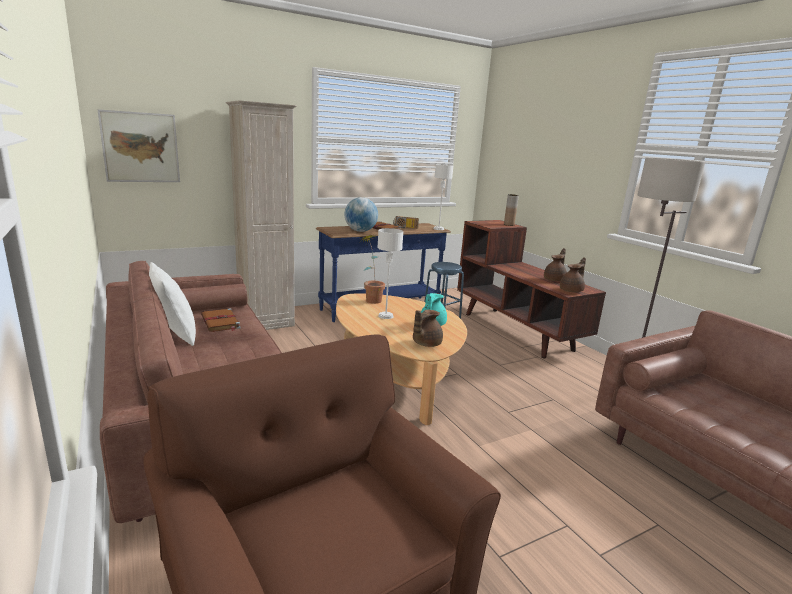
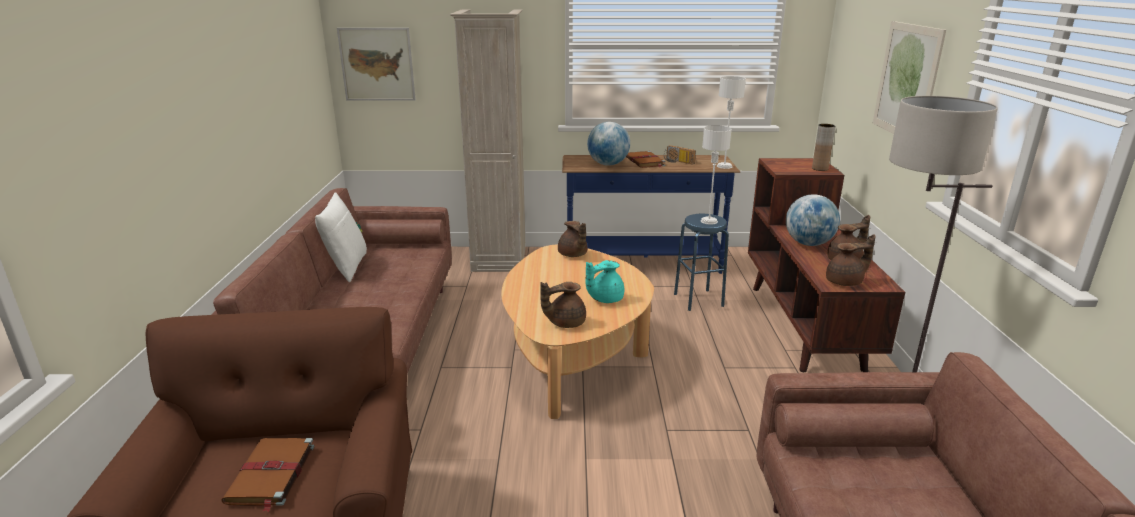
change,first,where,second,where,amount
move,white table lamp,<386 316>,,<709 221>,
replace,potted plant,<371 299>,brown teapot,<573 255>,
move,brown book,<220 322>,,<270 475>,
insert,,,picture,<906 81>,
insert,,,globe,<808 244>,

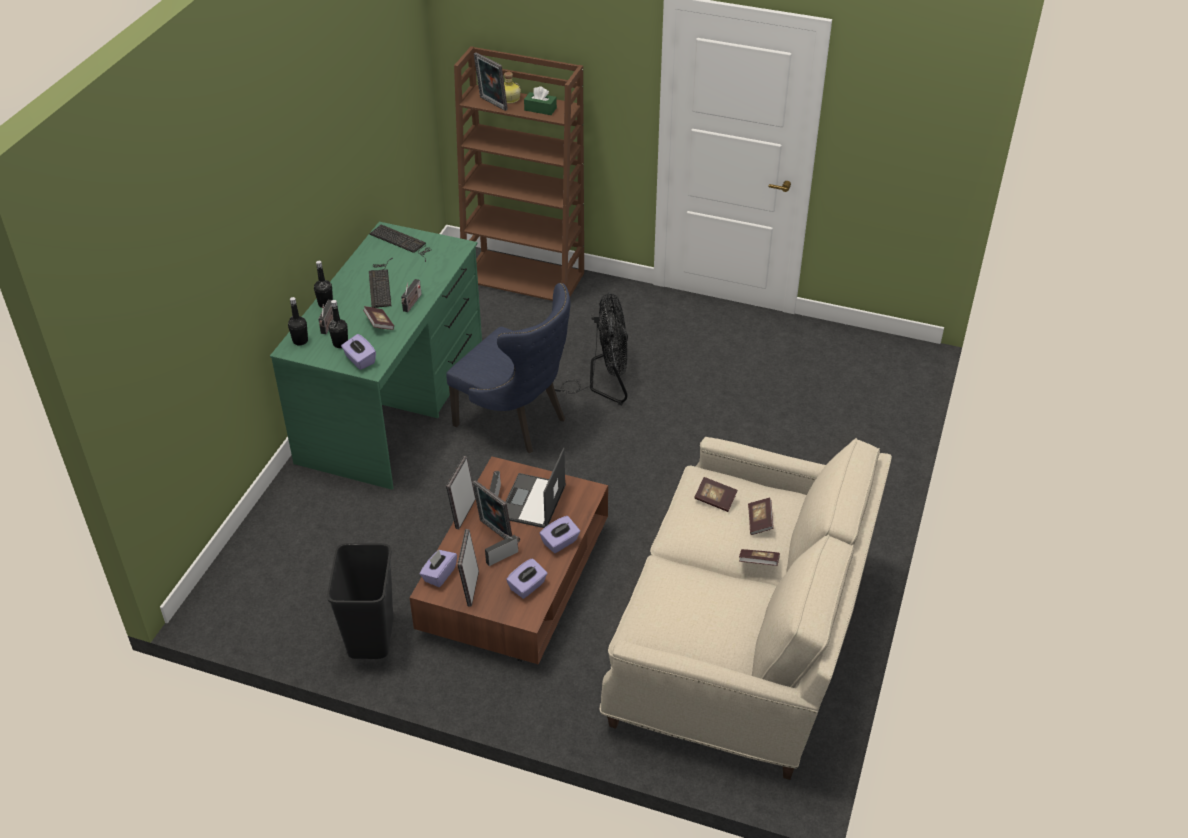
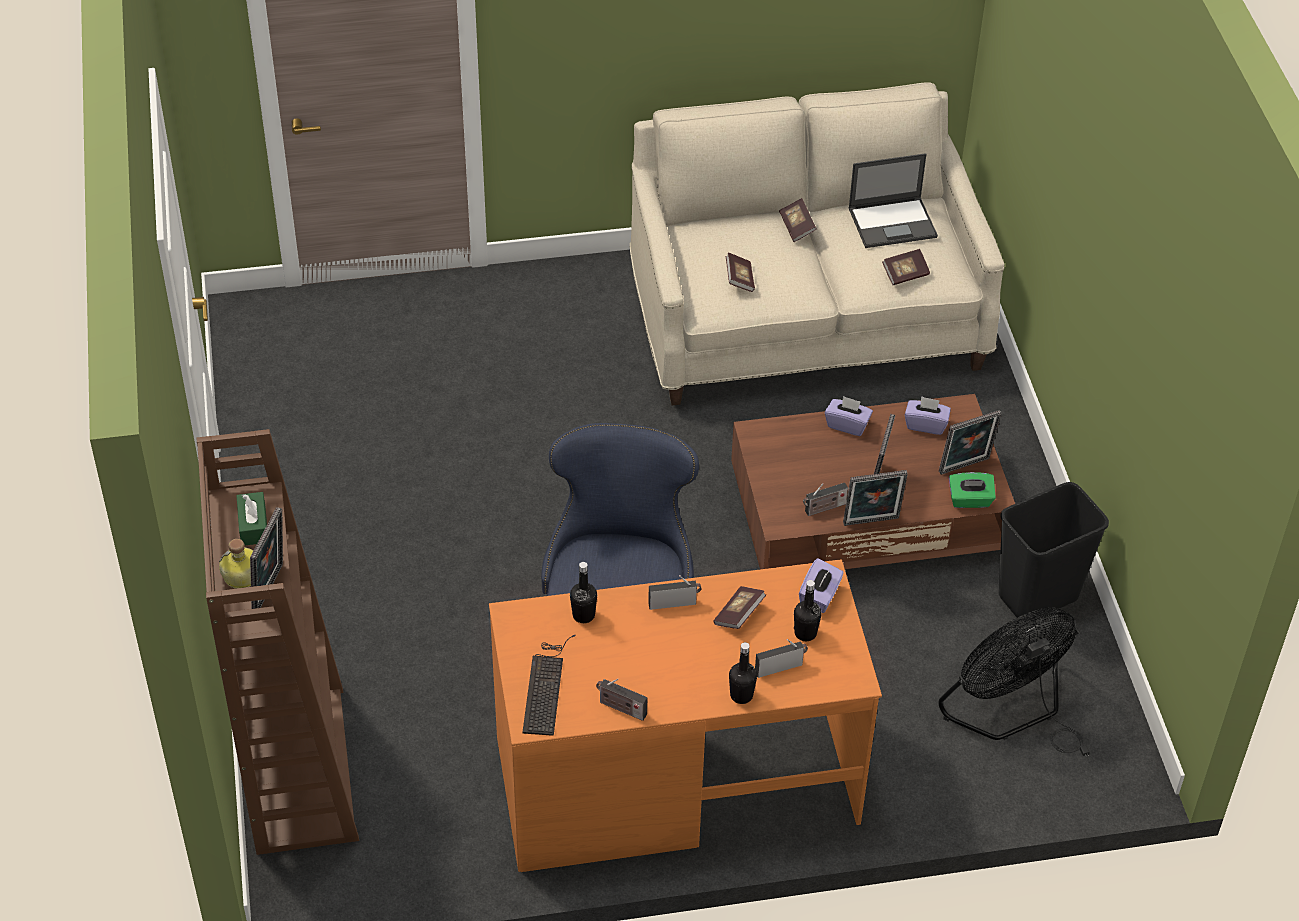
change,first,where,second,where,amount
recolor,green desk,<393 403>,orange desk,<675 779>,
delete,keyboard,<380 284>,,,
move,black fan,<603 378>,,<1019 712>,
move,black bottle,<300 341>,,<583 615>,
move,laptop,<532 502>,,<893 222>,
move,book,<759 522>,,<905 274>,
move,radio,<503 556>,,<620 708>,
recolor,purple tissue box,<439 575>,green tissue box,<970 500>,

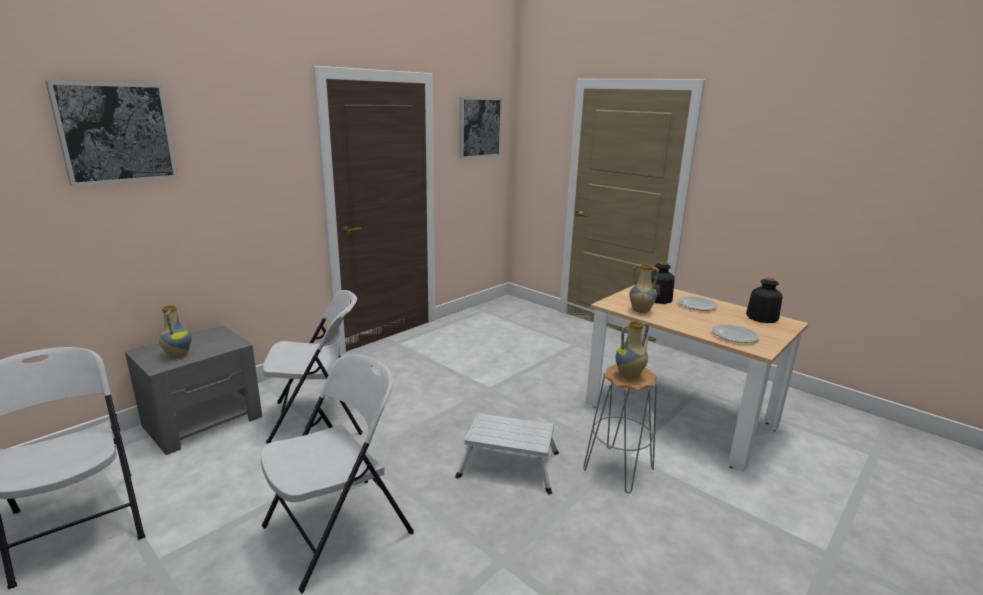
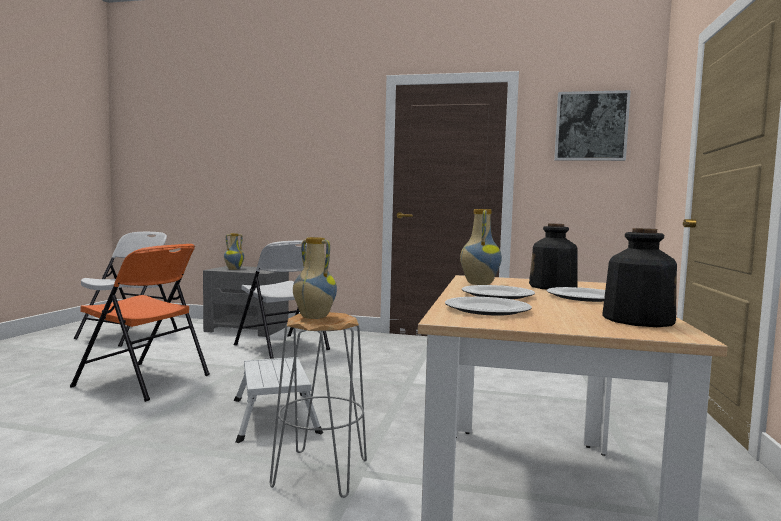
change,first,where,second,where,amount
delete,picture,<116 133>,,,
recolor,white chair,<338 530>,orange chair,<142 381>,
insert,,,plate,<498 295>,

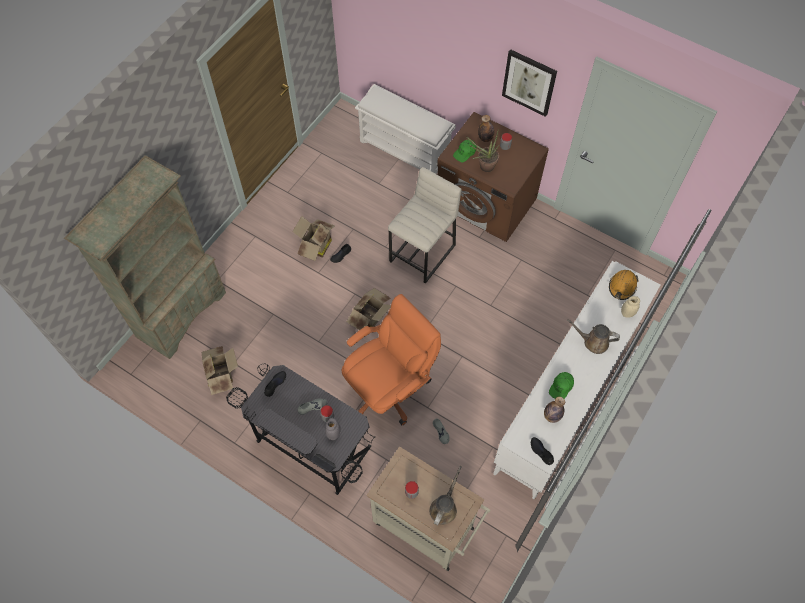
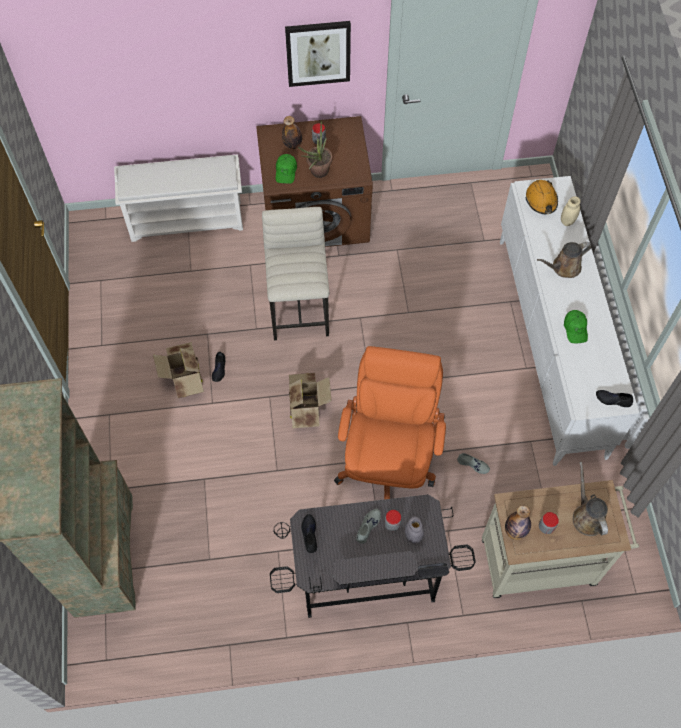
change,first,where,second,where,amount
delete,cardboard box,<222 374>,,,
move,bottle,<551 416>,,<515 531>,

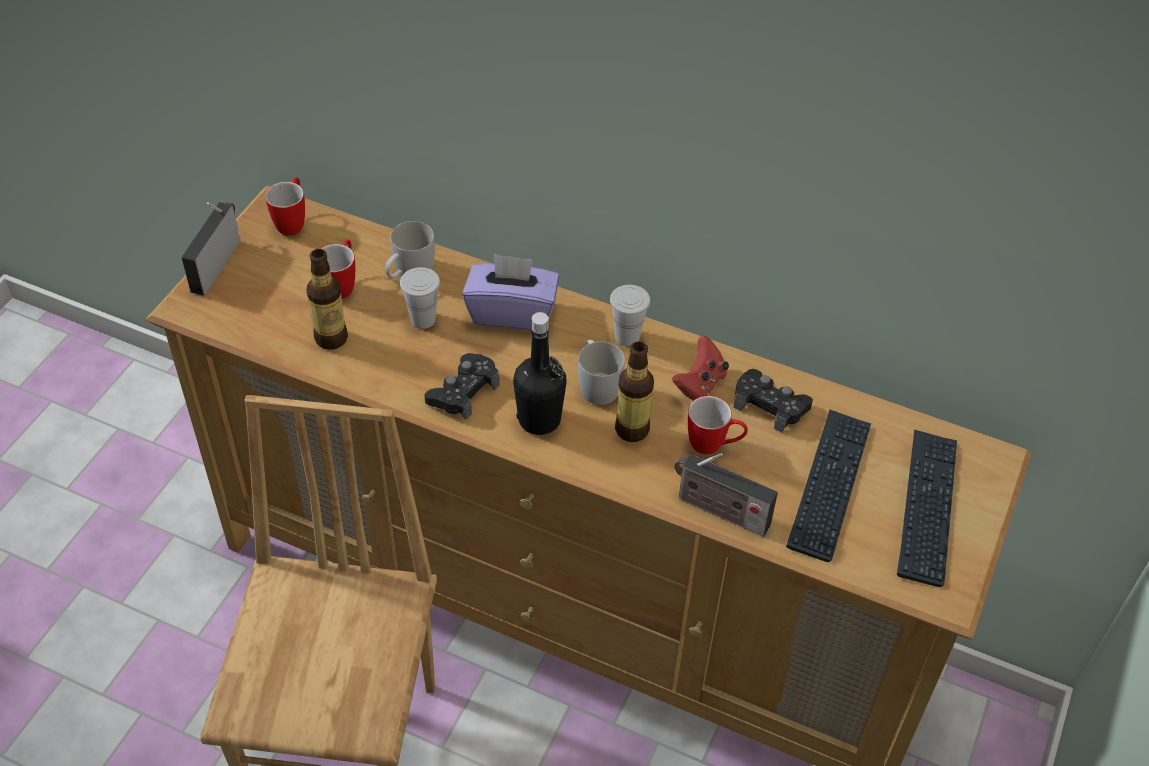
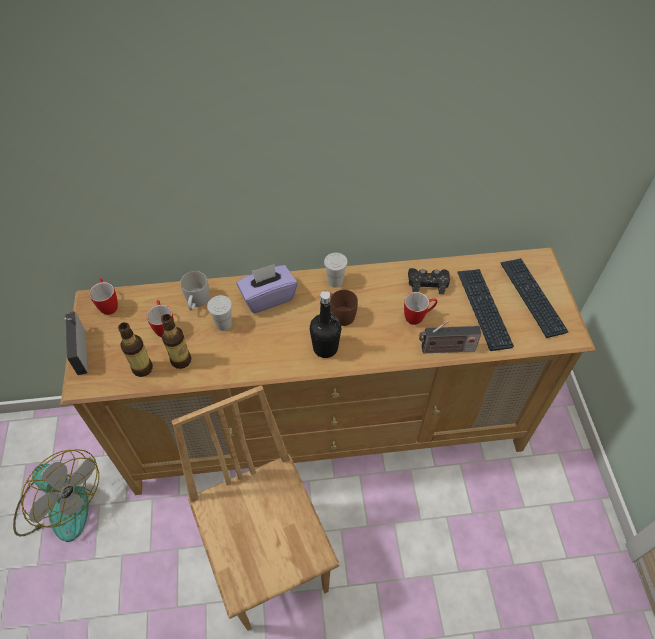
change,first,where,second,where,amount
delete,red game controller,<700 385>,,,
recolor,white mug,<597 384>,brown mug,<339 314>,
move,bottle,<632 429>,,<142 368>,
delete,black game controller,<463 392>,,,
insert,,,fan,<60 504>,

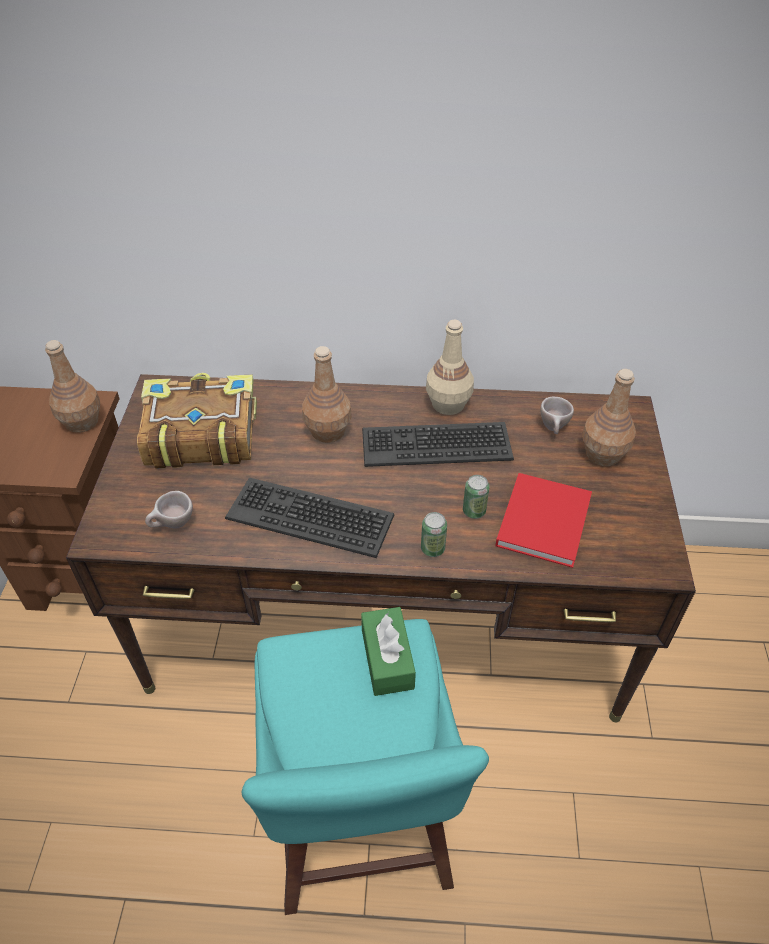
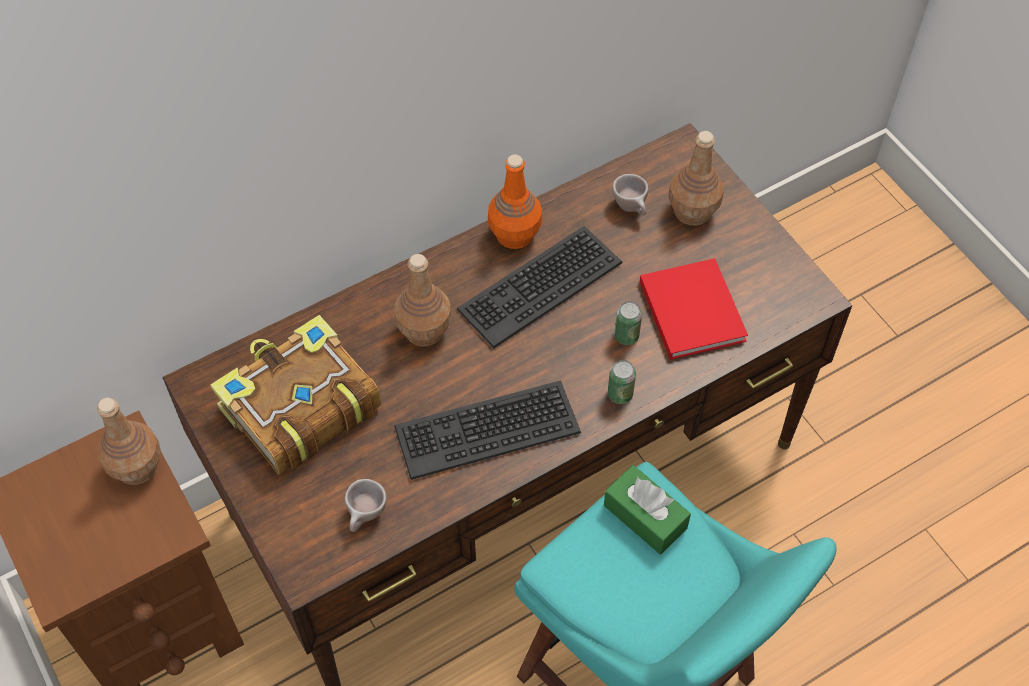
change,first,where,second,where,amount
recolor,beige bottle,<447 404>,orange bottle,<514 234>,

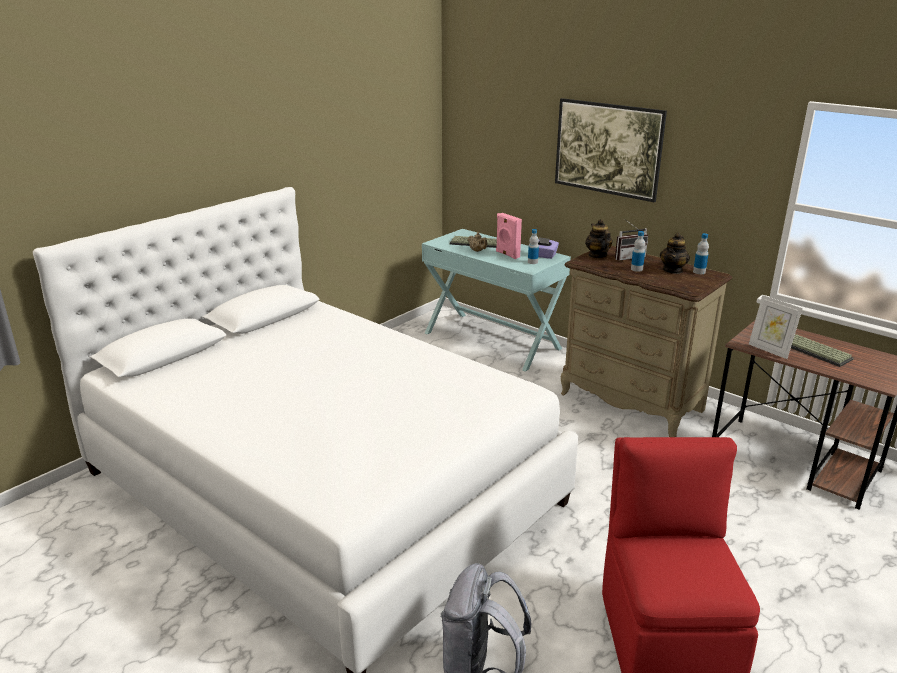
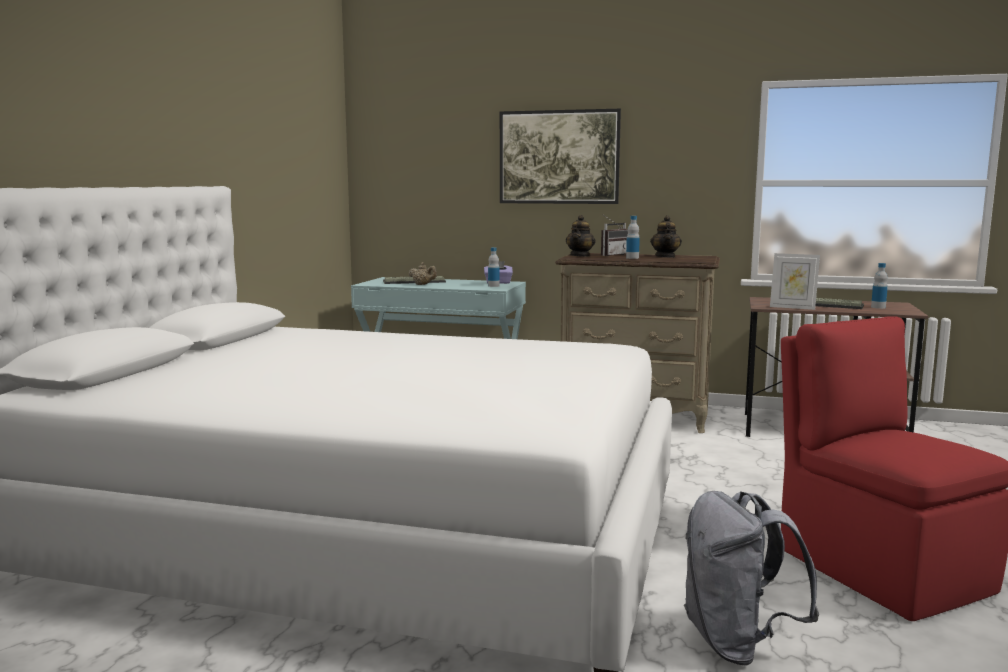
change,first,where,second,where,amount
delete,pink speaker,<507 254>,,,
rotate,teapot,<597 255>,,<580 255>,120 degrees counterclockwise
move,bottle,<699 272>,,<878 307>,

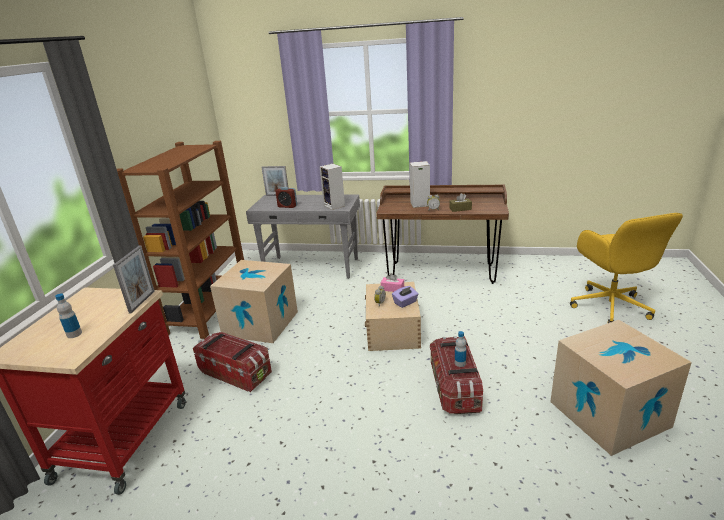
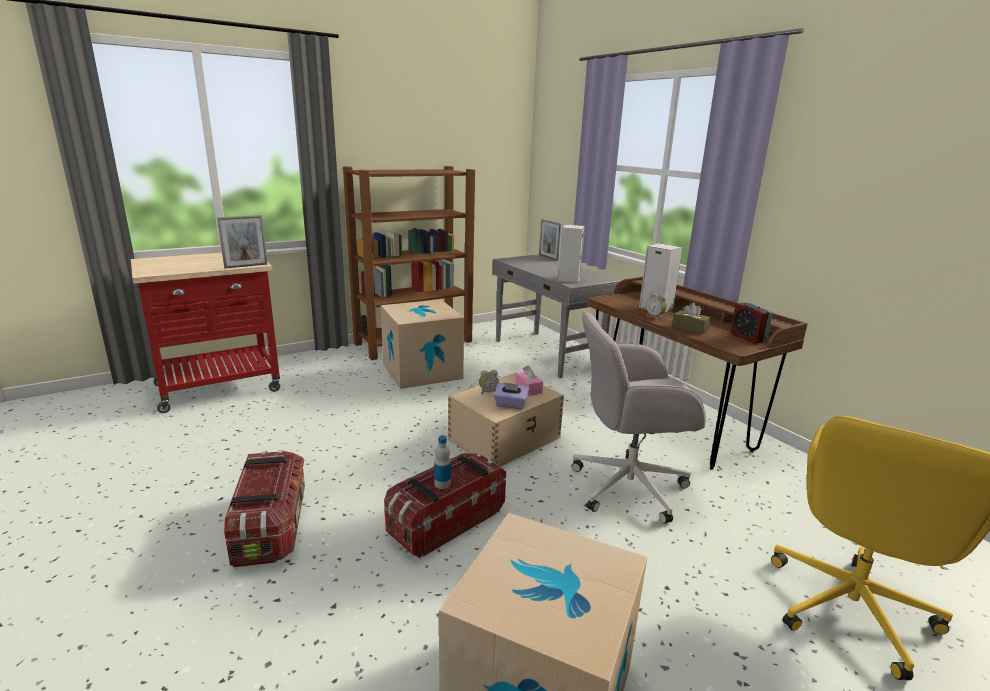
change,first,where,second,where,amount
move,alarm clock,<287 206>,,<747 338>,
delete,bottle,<74 334>,,,
move,storage box,<236 373>,,<271 526>,
insert,,,grey office chair,<627 487>,

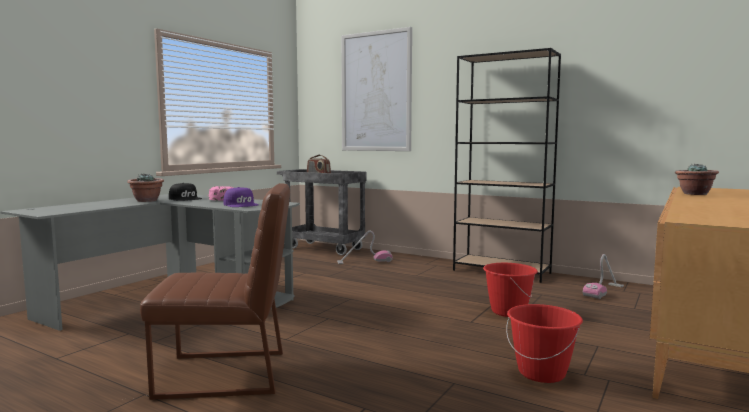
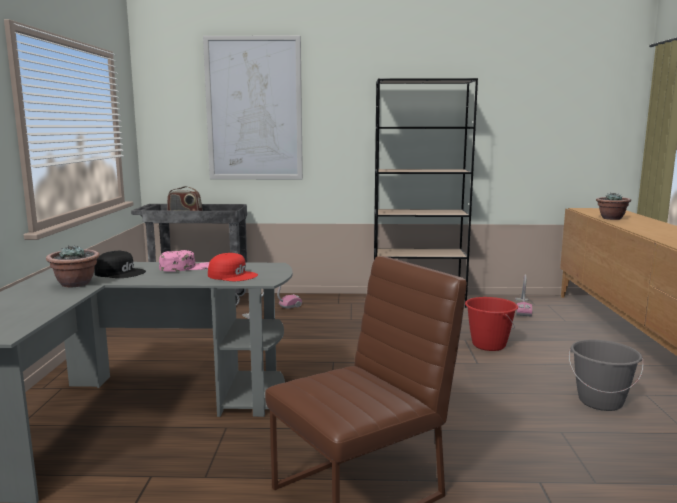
change,first,where,second,where,amount
recolor,purple cap,<241 205>,red cap,<232 275>,
recolor,red bucket,<542 373>,grey bucket,<600 401>,

